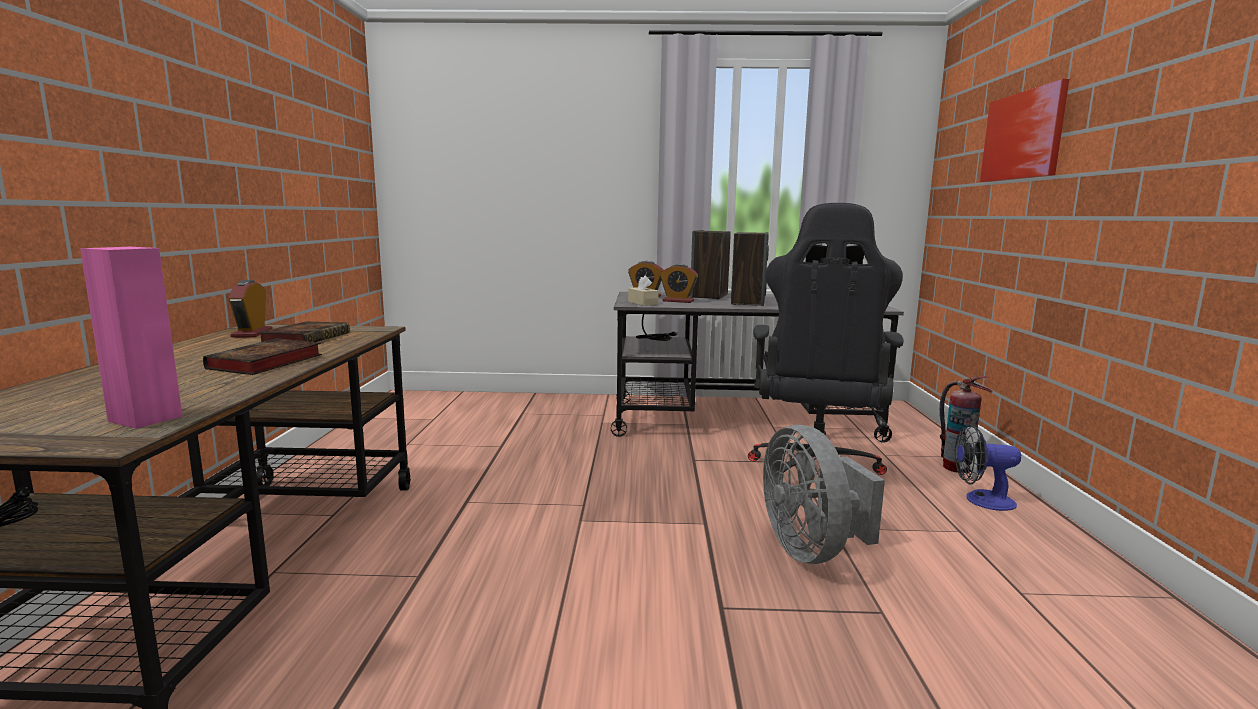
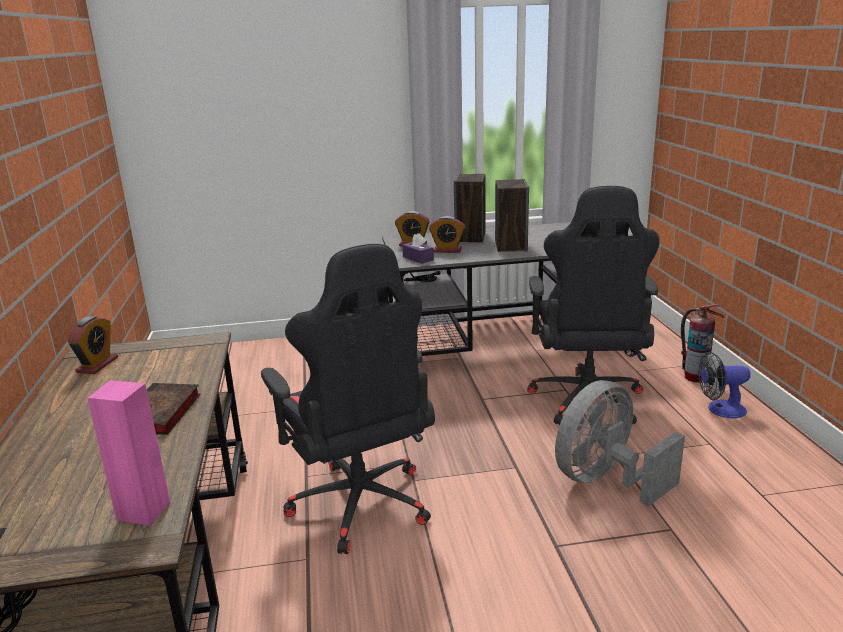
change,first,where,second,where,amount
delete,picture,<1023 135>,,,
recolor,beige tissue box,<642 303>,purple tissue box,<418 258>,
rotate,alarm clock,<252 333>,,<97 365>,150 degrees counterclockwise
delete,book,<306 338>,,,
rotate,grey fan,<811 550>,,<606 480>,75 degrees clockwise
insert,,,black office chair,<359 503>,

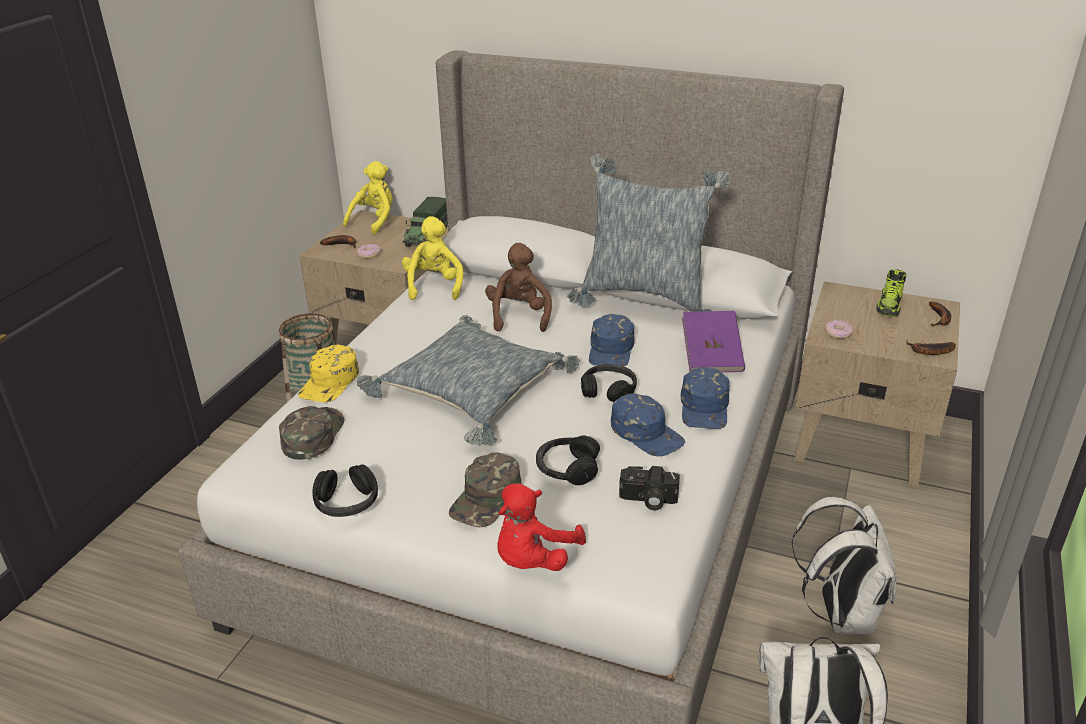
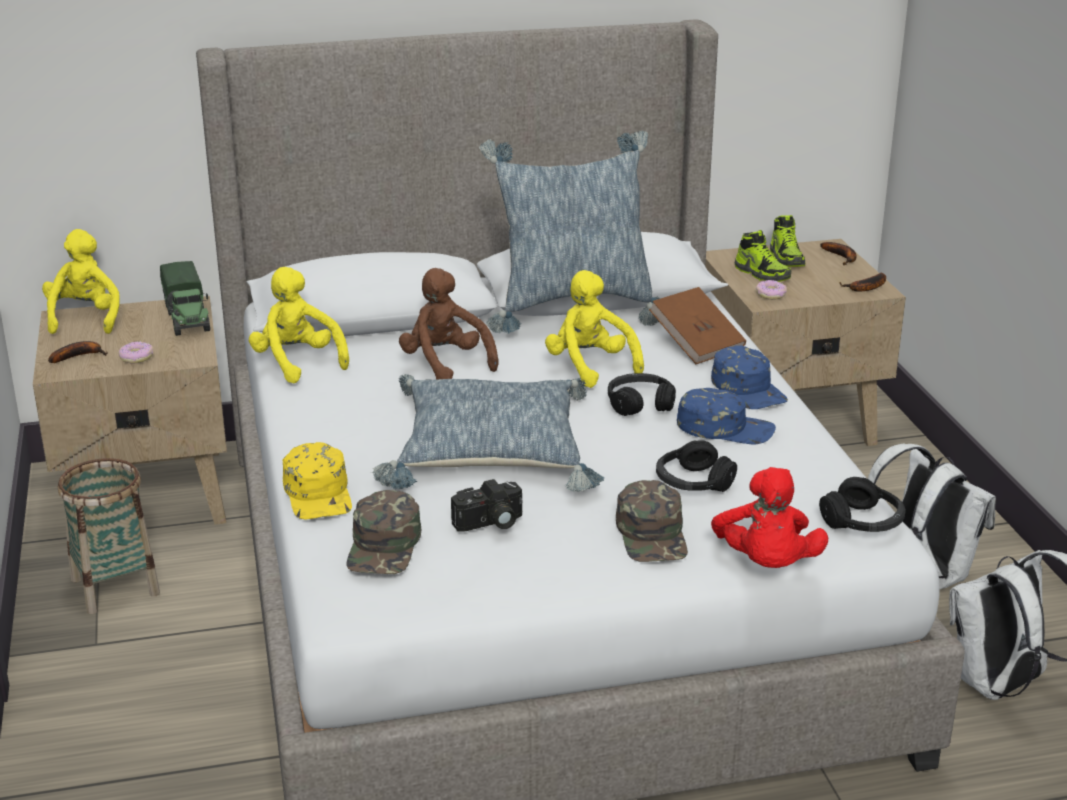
change,first,where,second,where,amount
recolor,purple book,<711 357>,brown book,<697 344>,
replace,blue cap,<611 349>,yellow plush toy,<590 367>,
rotate,green cap,<312 435>,,<385 546>,150 degrees counterclockwise
move,black headphones,<347 503>,,<863 522>,
move,photo camera,<648 500>,,<490 523>,
insert,,,shoe,<762 274>,

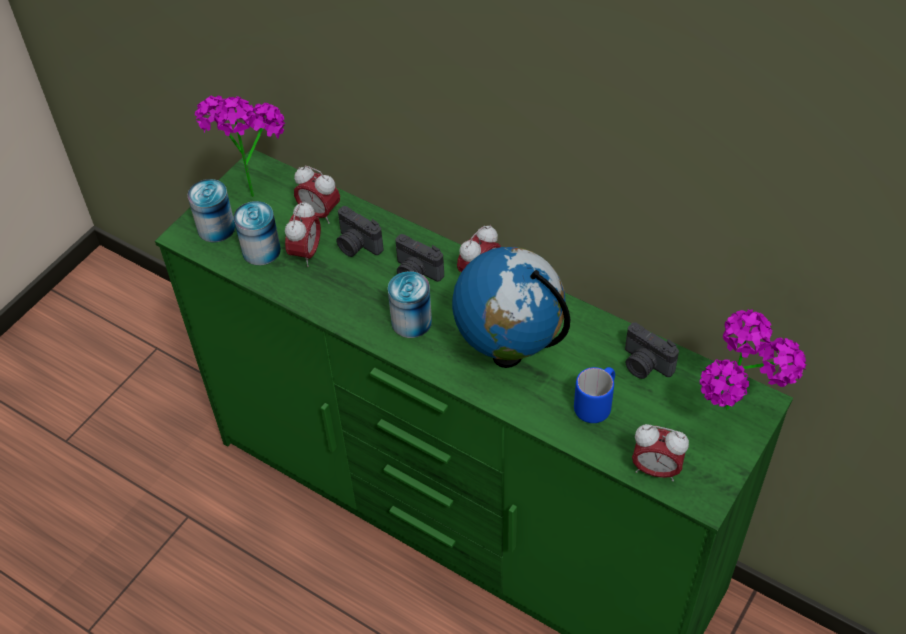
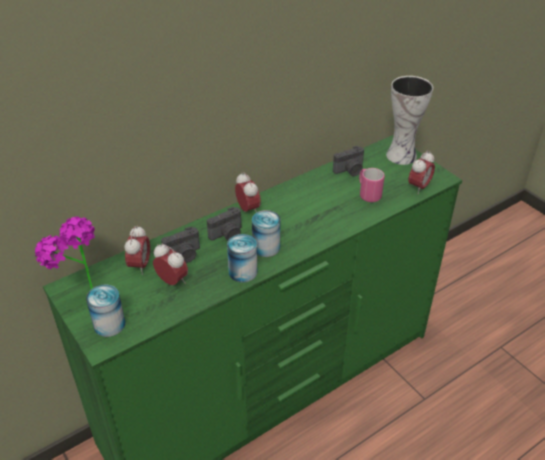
change,first,where,second,where,amount
rotate,alarm clock,<319 213>,,<140 266>,45 degrees counterclockwise
move,can,<261 250>,,<243 272>,
delete,globe,<508 353>,,,
replace,potted plant,<736 423>,vase,<401 154>,
recolor,blue mug,<596 405>,pink mug,<368 194>,

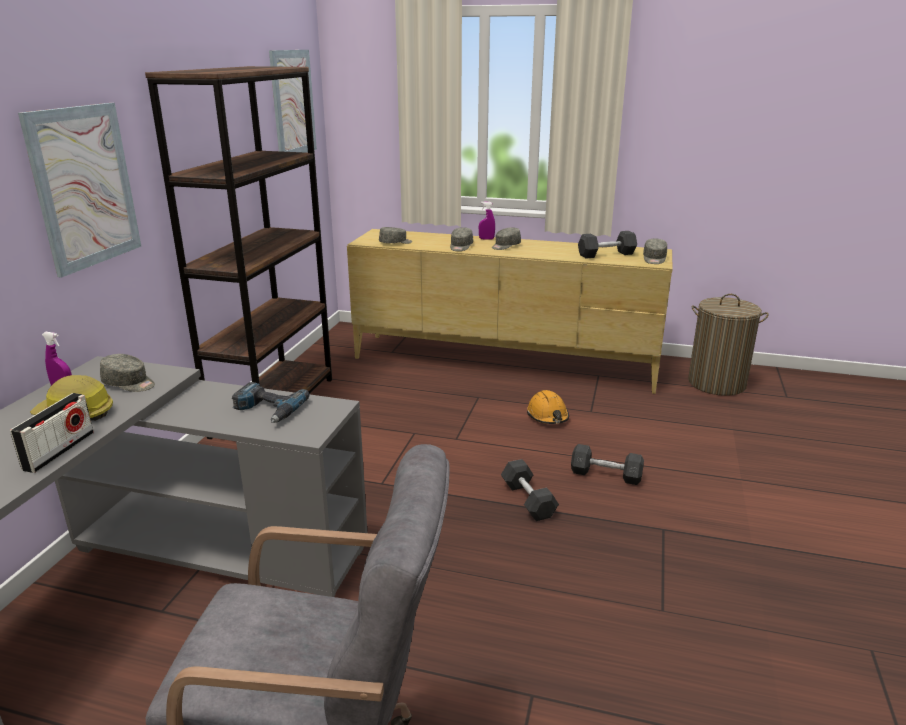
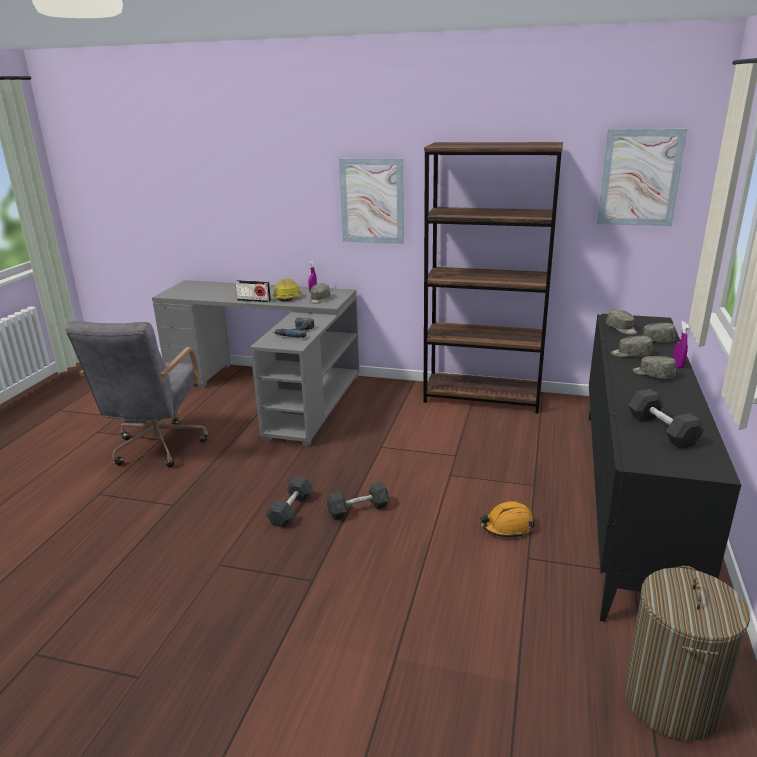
change,first,where,second,where,amount
recolor,beige cabinet,<505 362>,black cabinet,<631 502>,
move,grey cap,<654 259>,,<654 340>,
move,grey dumbbell,<605 475>,,<291 510>,

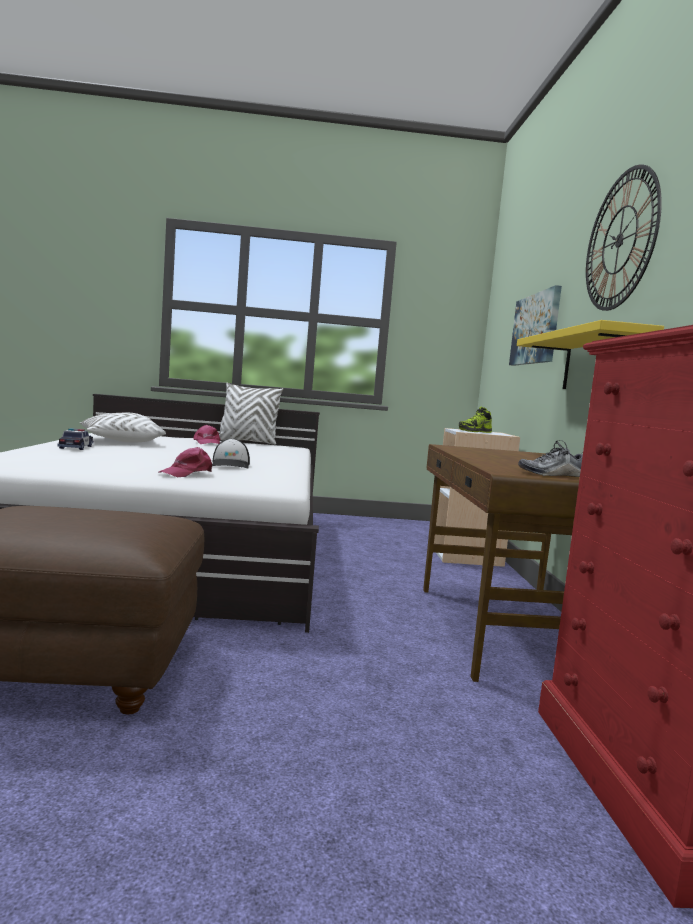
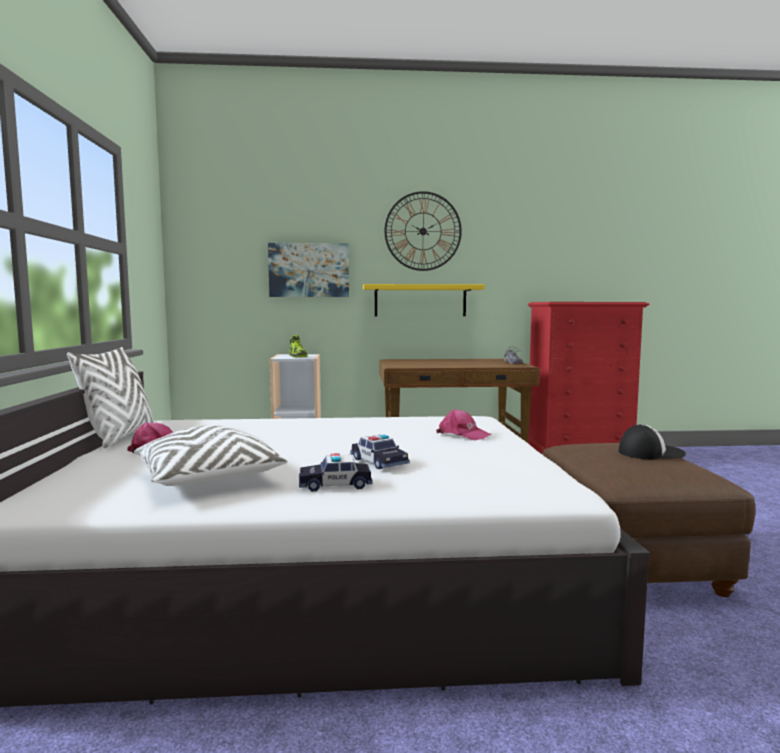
change,first,where,second,where,amount
move,cap,<231 465>,,<650 453>,
insert,,,toy car,<378 462>,

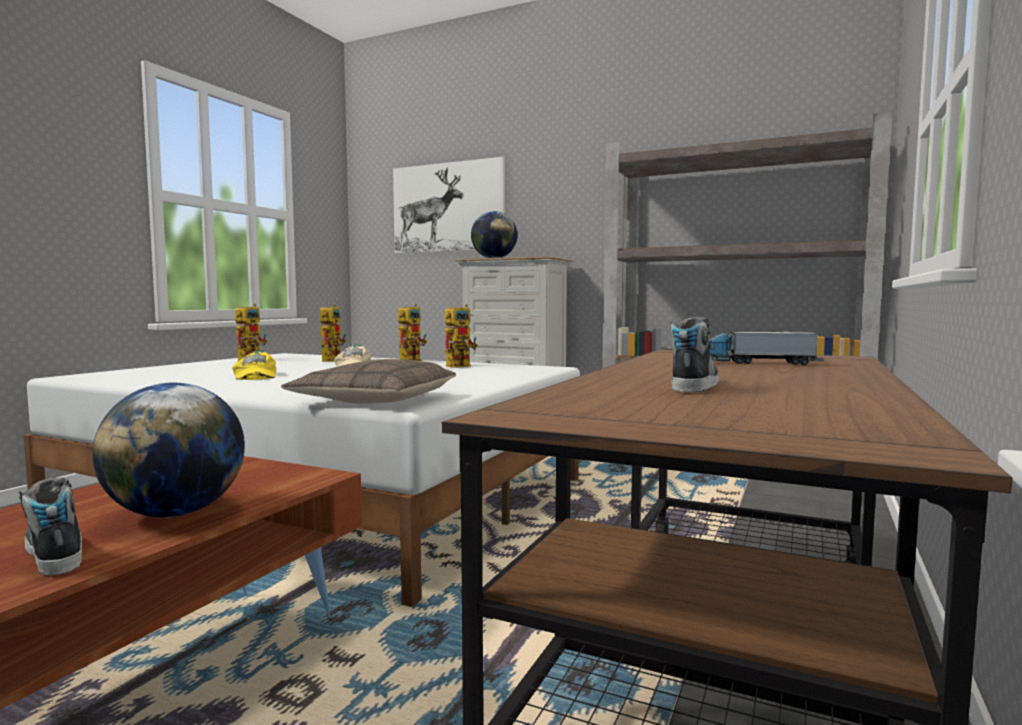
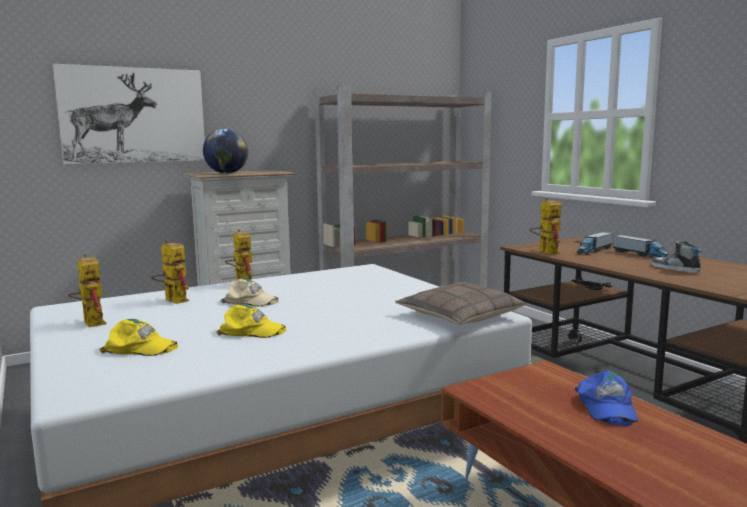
change,first,where,second,where,amount
move,toy robot,<461 365>,,<545 251>,
replace,globe,<176 513>,blue cap,<606 406>,
delete,shoe,<54 553>,,,
insert,,,toy truck,<640 255>,
insert,,,yellow cap,<140 348>,

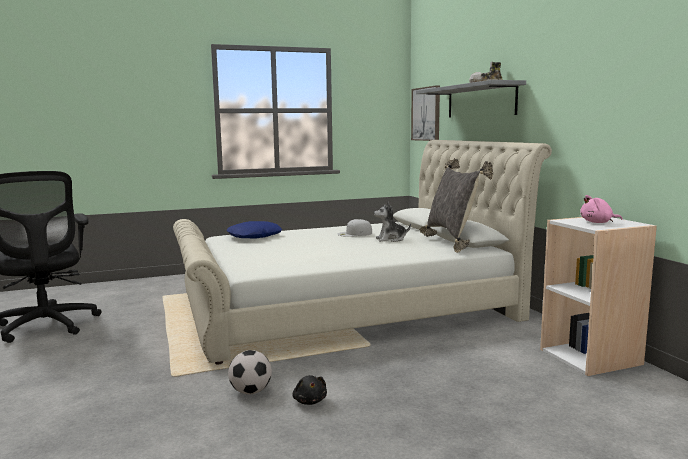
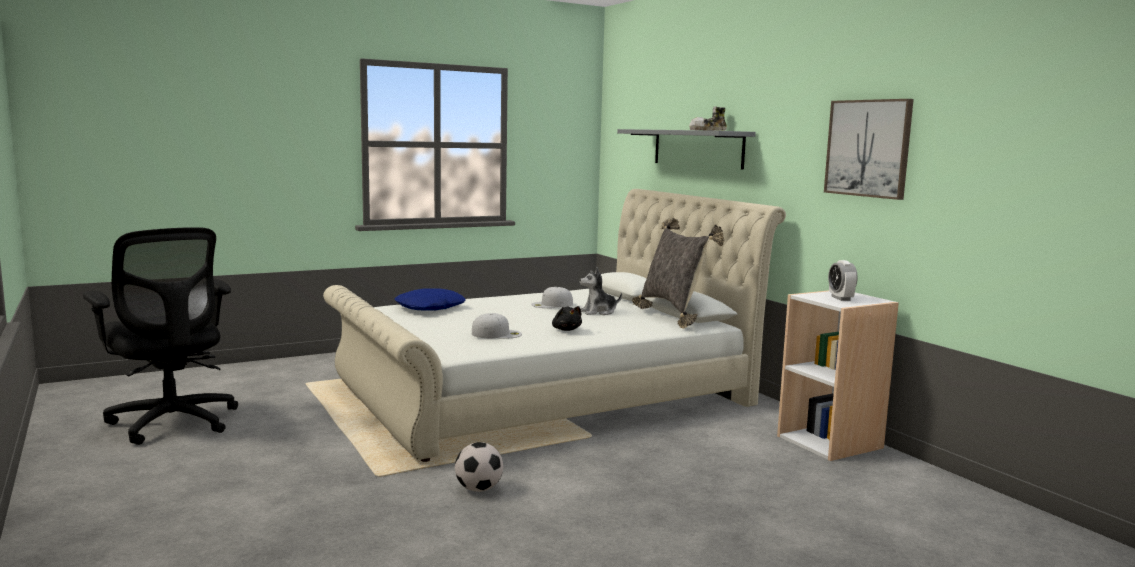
change,first,where,second,where,amount
move,picture,<426 114>,,<868 148>,
replace,pink plush toy,<598 222>,alarm clock,<840 298>,
move,black plush toy,<310 401>,,<566 329>,
insert,,,white cap,<497 334>,

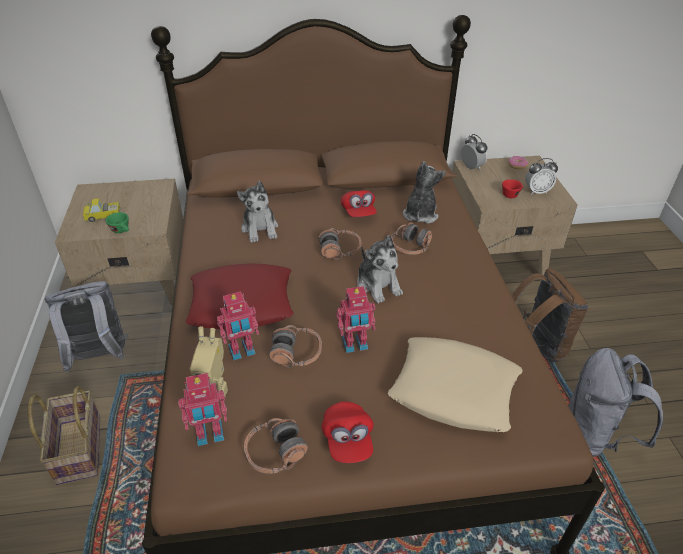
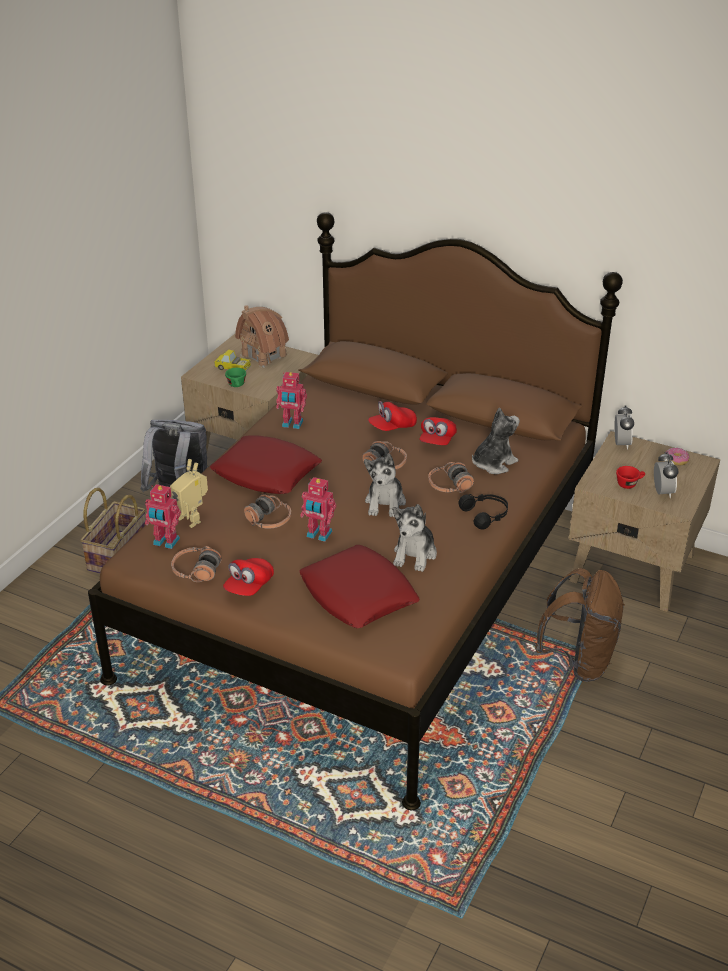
change,first,where,second,where,amount
rotate,alarm clock,<537 191>,,<662 492>,120 degrees counterclockwise
move,plush toy,<260 229>,,<415 554>,
move,toy robot,<242 351>,,<292 424>,
recolor,beige pillow,<454 390>,red pillow,<358 594>,
delete,grey backpack,<596 434>,,,
insert,,,toy house,<264 355>,
insert,,,red cap,<392 427>,
insert,,,black headphones,<485 515>,

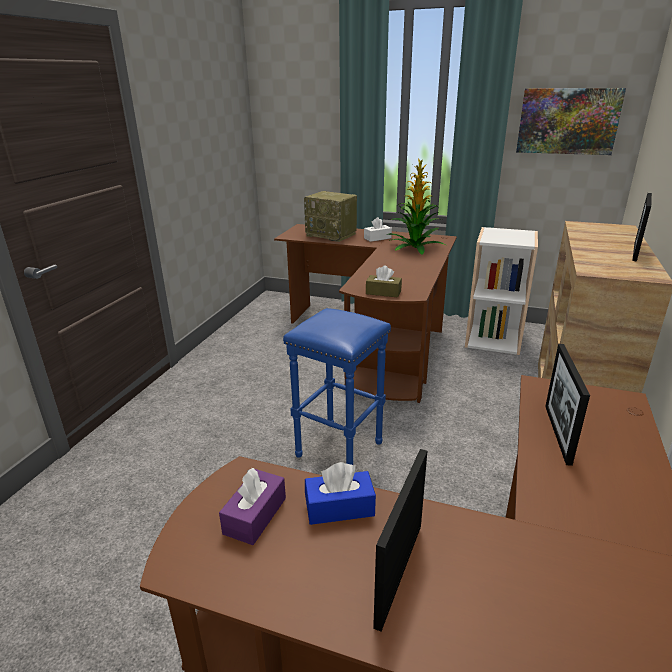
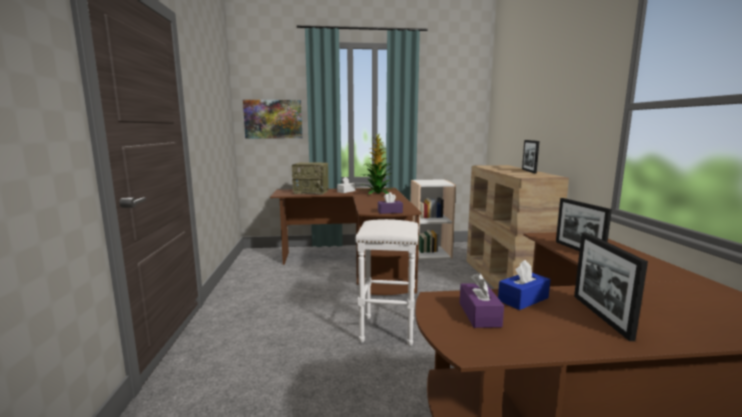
change,first,where,second,where,amount
move,picture,<567 121>,,<273 119>,
recolor,brown tissue box,<383 292>,purple tissue box,<390 212>,
recolor,blue stool,<337 449>,white stool,<386 330>,

